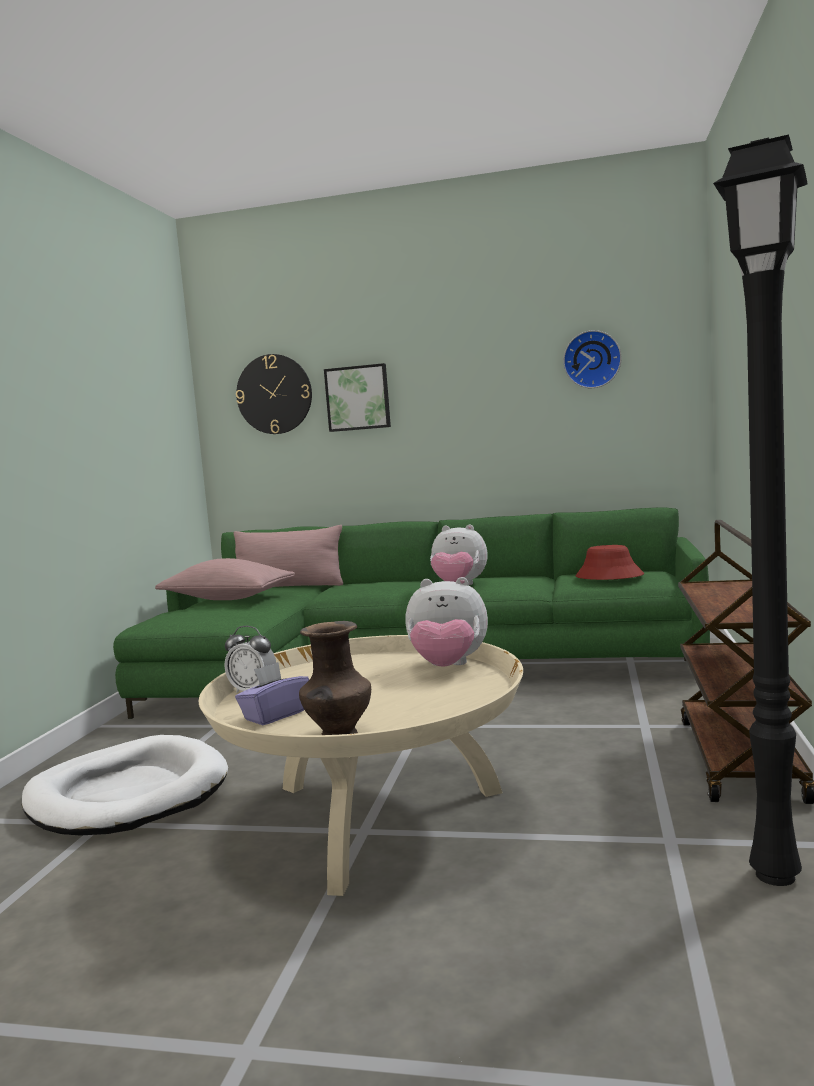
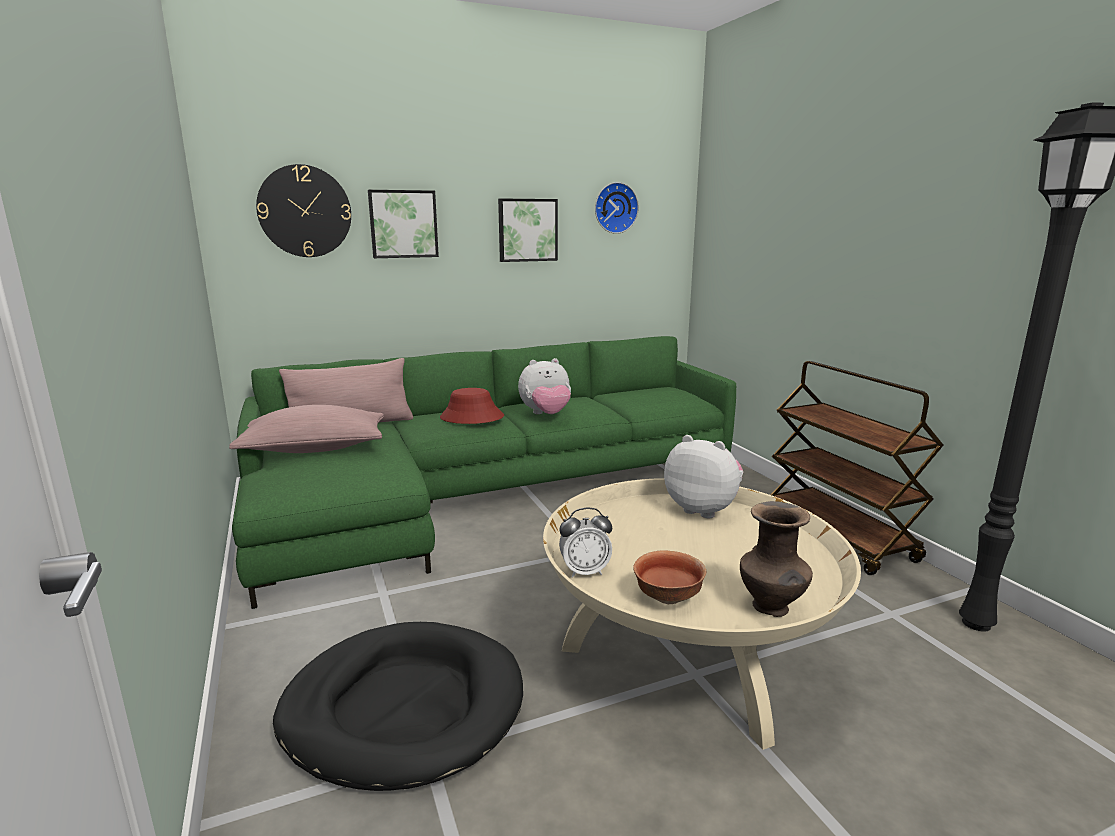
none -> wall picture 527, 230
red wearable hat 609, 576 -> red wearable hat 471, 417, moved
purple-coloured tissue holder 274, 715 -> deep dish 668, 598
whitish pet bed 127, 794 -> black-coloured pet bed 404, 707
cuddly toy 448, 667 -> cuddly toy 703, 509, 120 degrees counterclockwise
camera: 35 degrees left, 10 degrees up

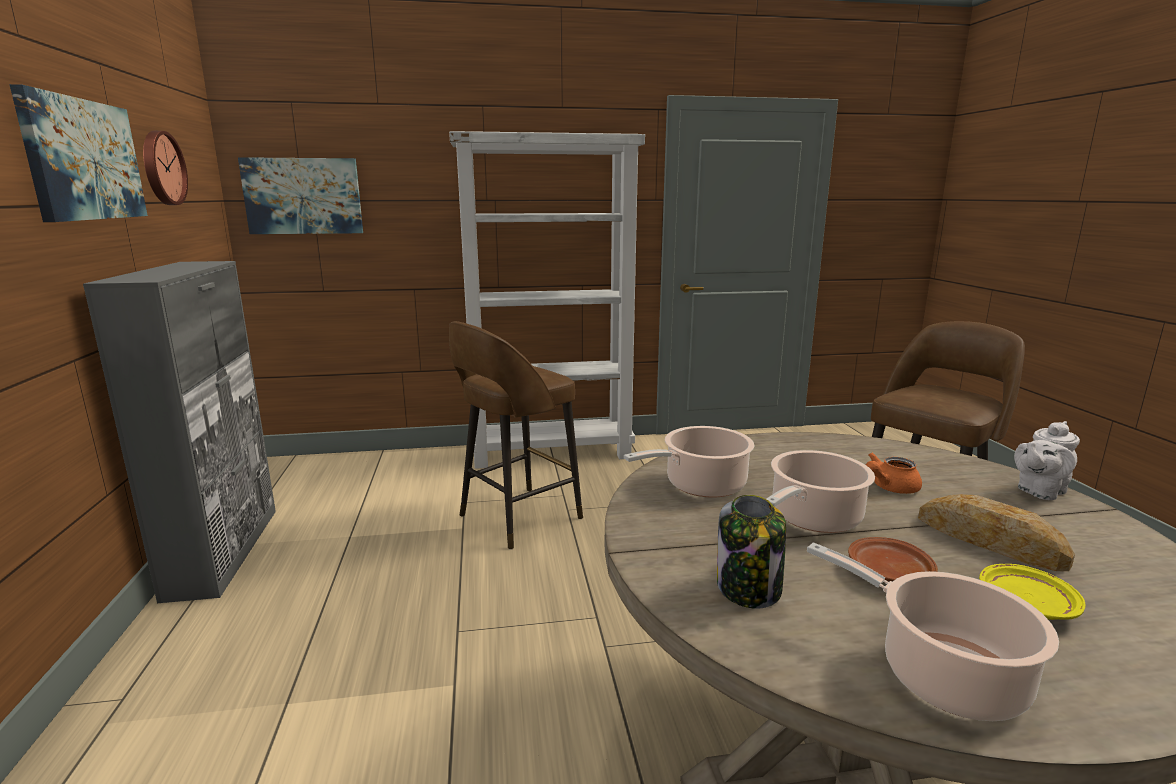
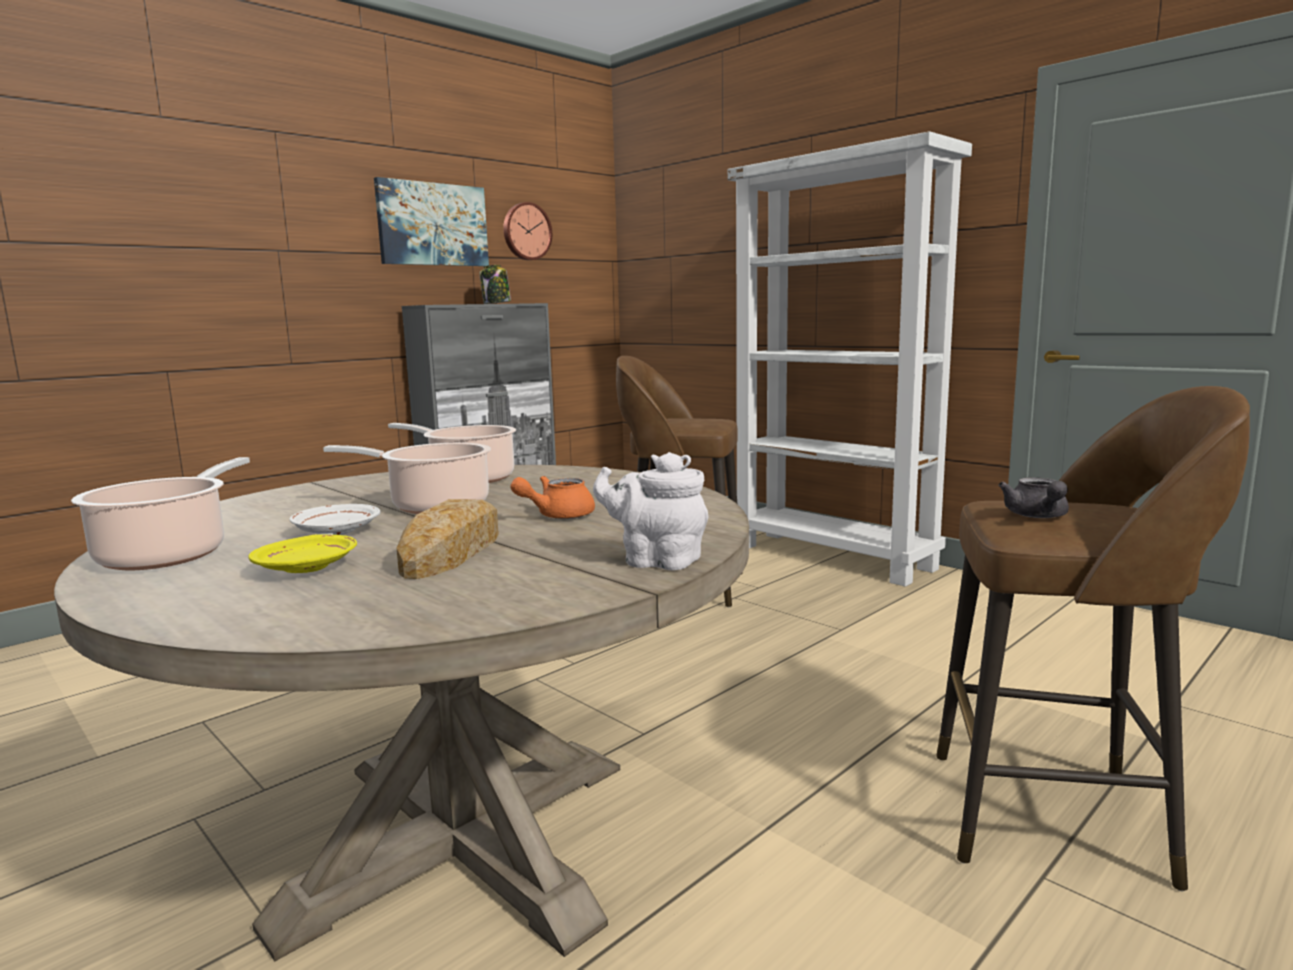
wall picture 303, 196 -> none
none -> greyish teapot 1037, 516
storage jar 749, 588 -> storage jar 496, 303, moved
brown dinner plate 889, 574 -> whitish dinner plate 335, 531
orange teapot 889, 487 -> orange teapot 557, 515, 60 degrees counterclockwise
camera: 55 degrees right, 5 degrees down

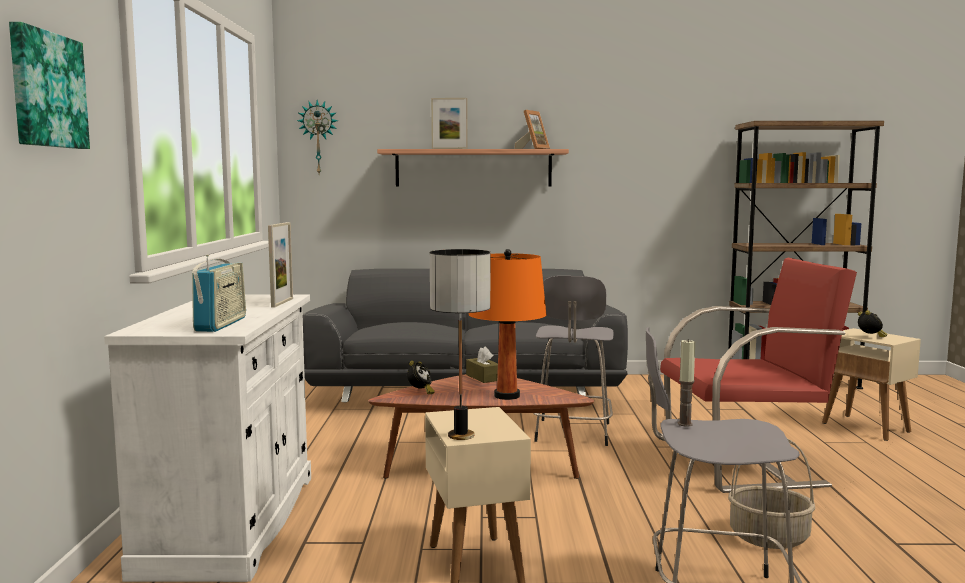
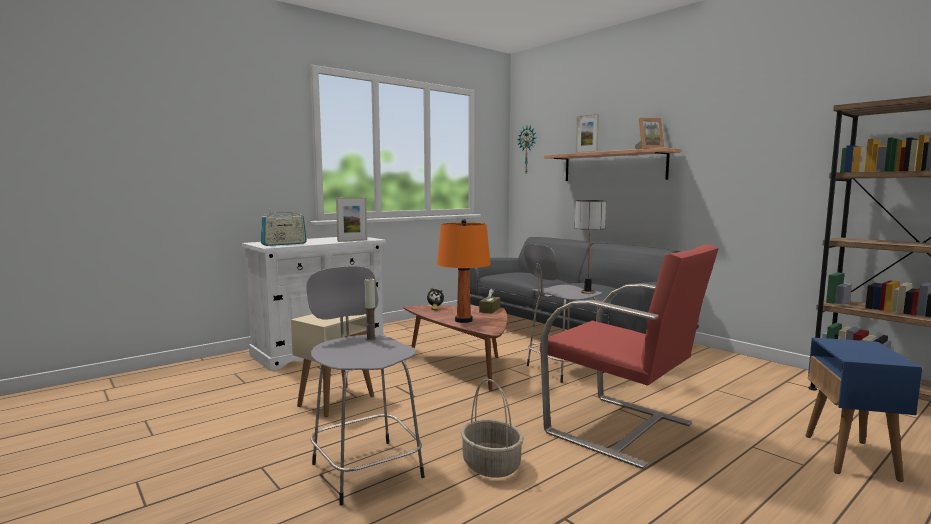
wall picture 46, 90 -> none
table clock 870, 337 -> none
table lamp 460, 435 -> table lamp 587, 292, moved
beige end table 866, 427 -> blue-coloured end table 850, 457
camera: 50 degrees right, 0 degrees up

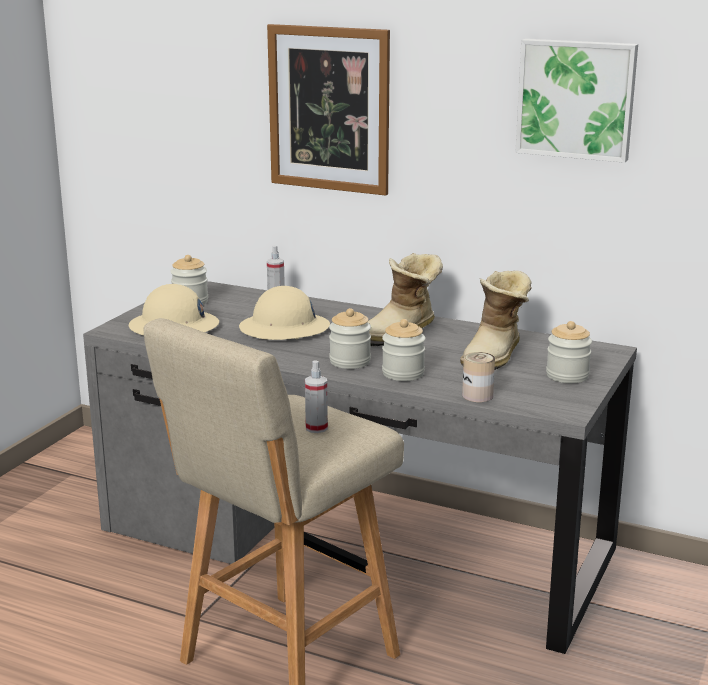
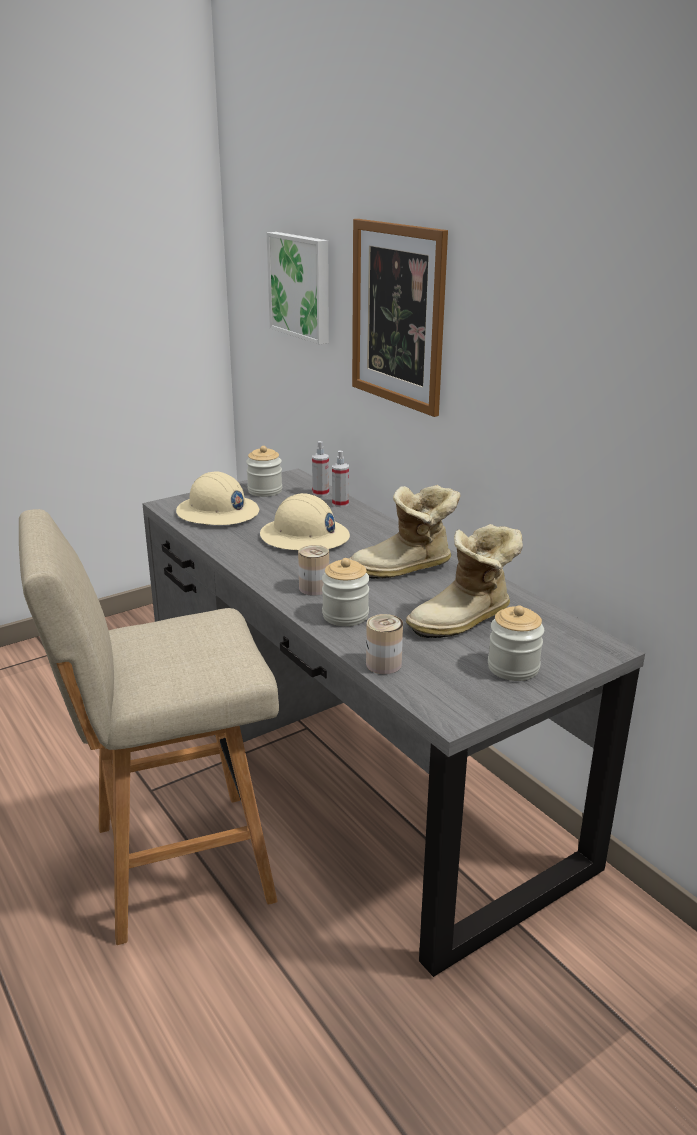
hand sprayer 316, 428 -> hand sprayer 320, 493, moved
wall picture 576, 99 -> wall picture 302, 286, moved
storage jar 350, 361 -> metal can 314, 588
camera: 30 degrees right, 5 degrees up

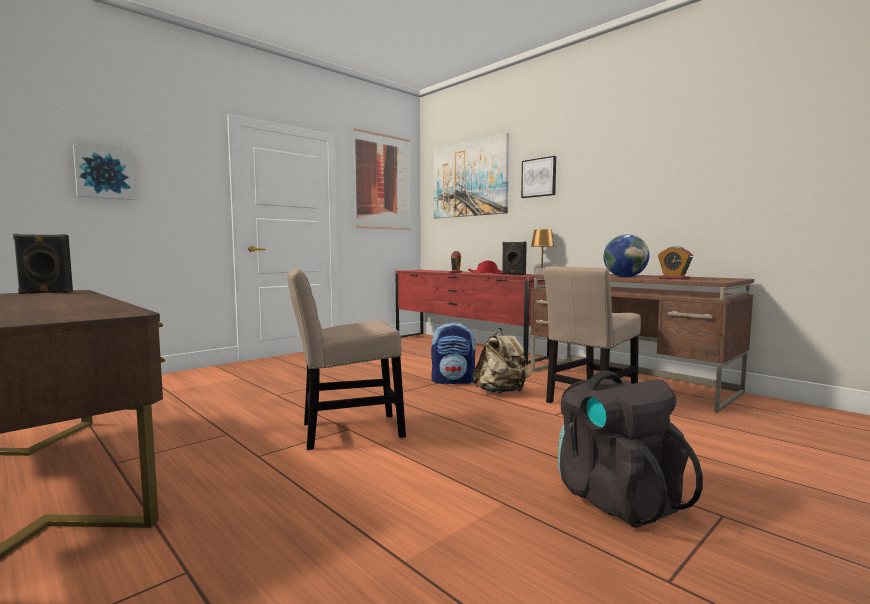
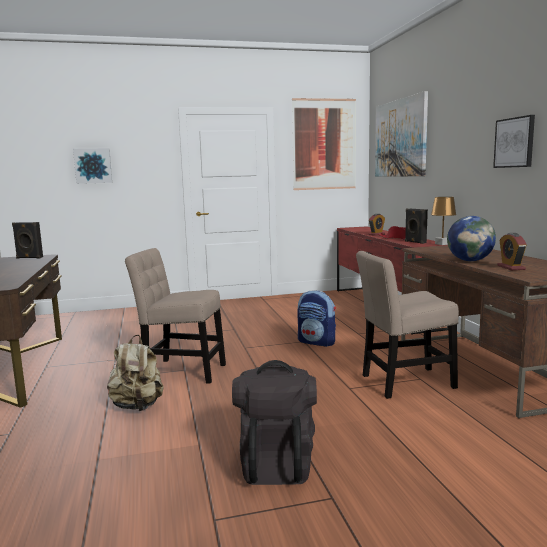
beige backpack 501, 392 -> beige backpack 138, 406, moved
wall picture 539, 177 -> wall picture 514, 142, moved
camera: 30 degrees right, 5 degrees up

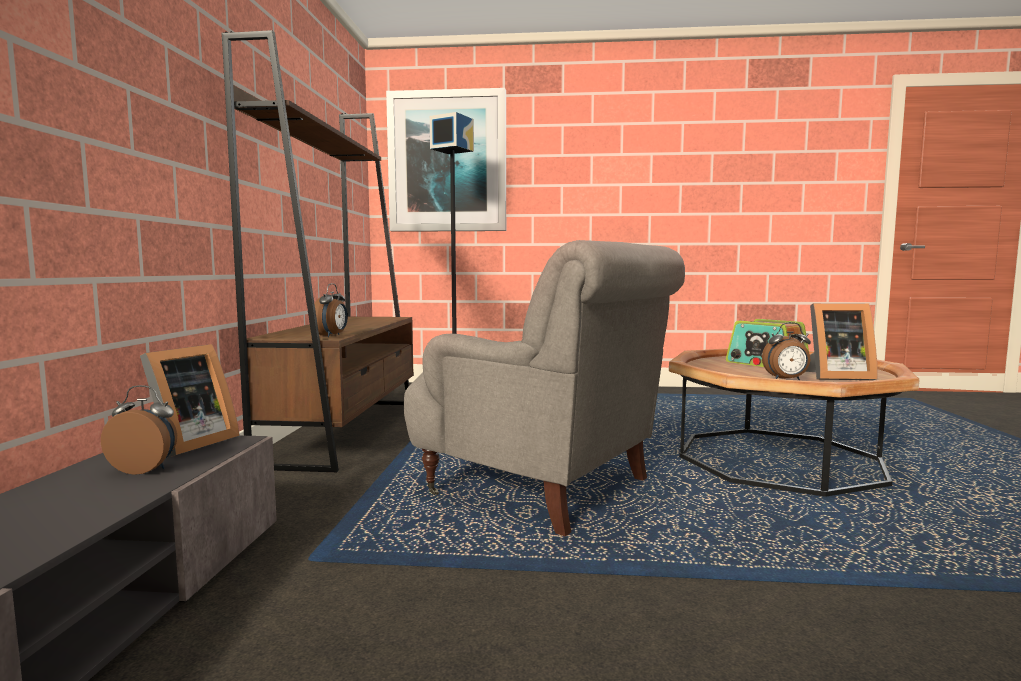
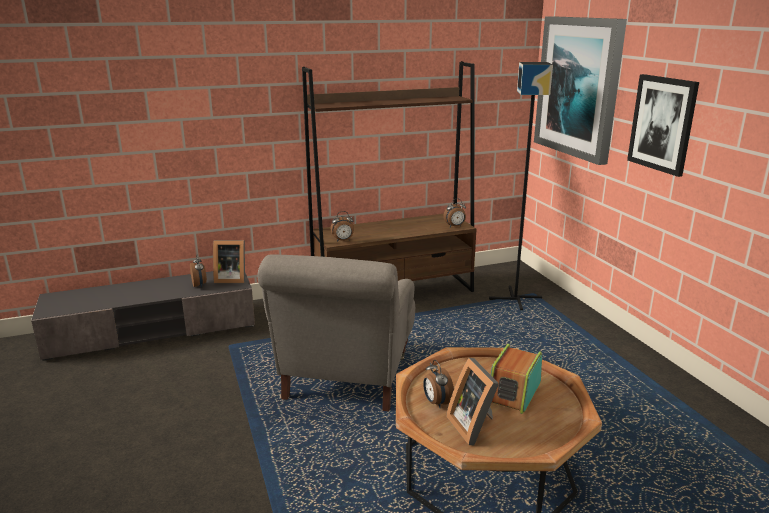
none -> table clock 455, 226
none -> wall picture 662, 124
camera: 65 degrees right, 15 degrees up

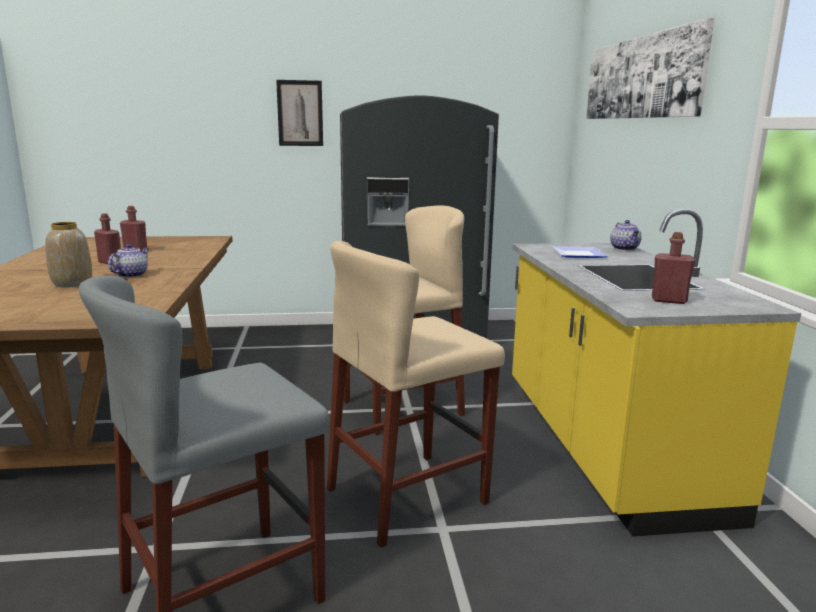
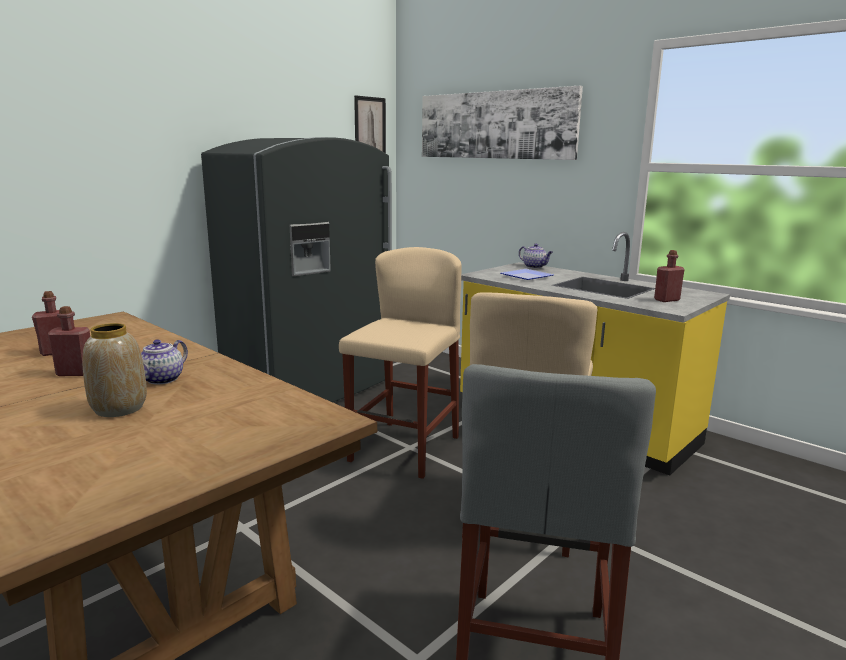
wall picture 300, 113 -> wall picture 370, 127, moved
teapot 131, 275 -> teapot 161, 380, 135 degrees counterclockwise
camera: 40 degrees left, 0 degrees up

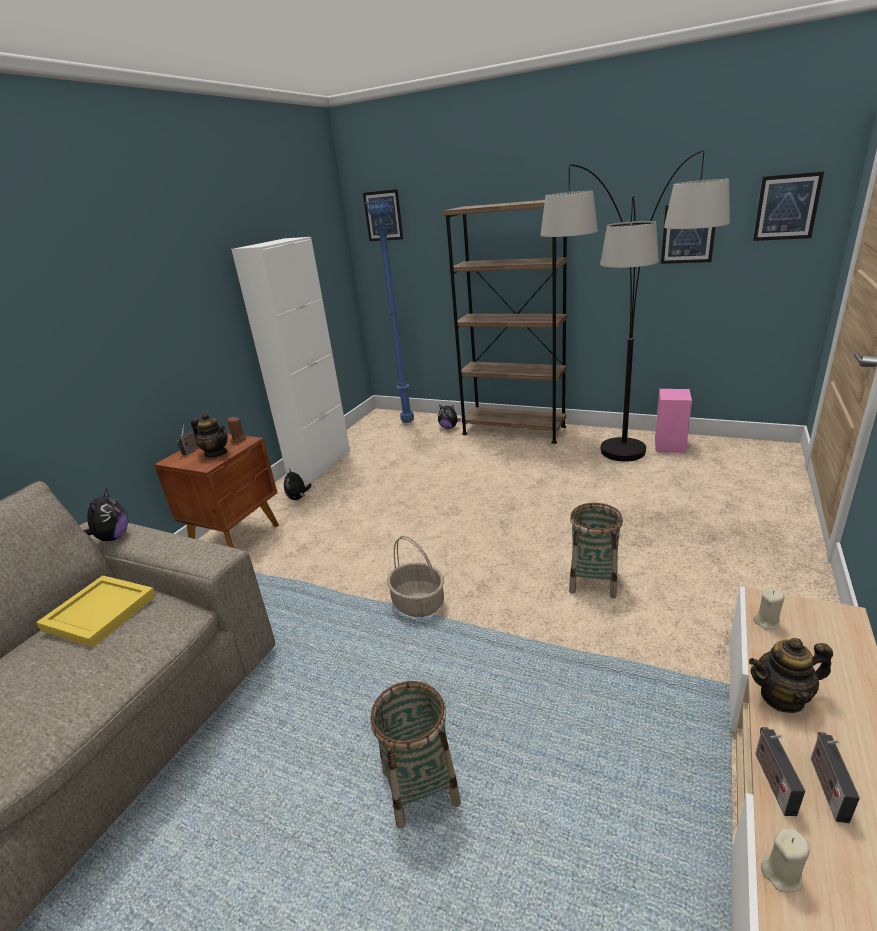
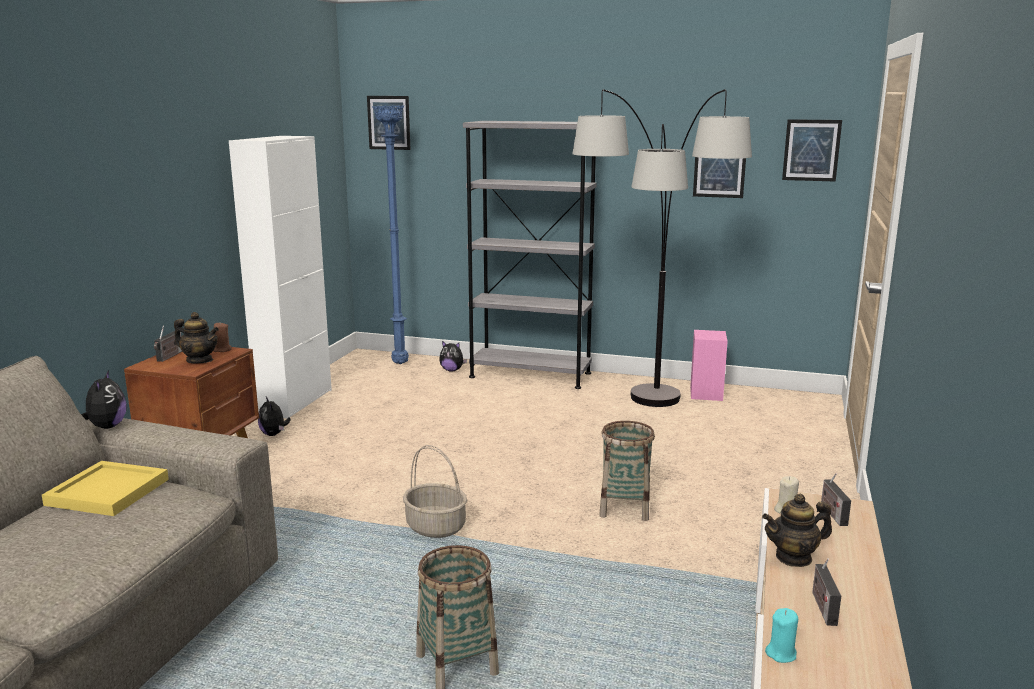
radio 772, 780 -> radio 832, 513, moved
brown bookshelf 513, 430 -> greyish bookshelf 530, 375
beige wax candle 781, 873 -> blue-green wax candle 781, 654
camera: 10 degrees left, 10 degrees down

